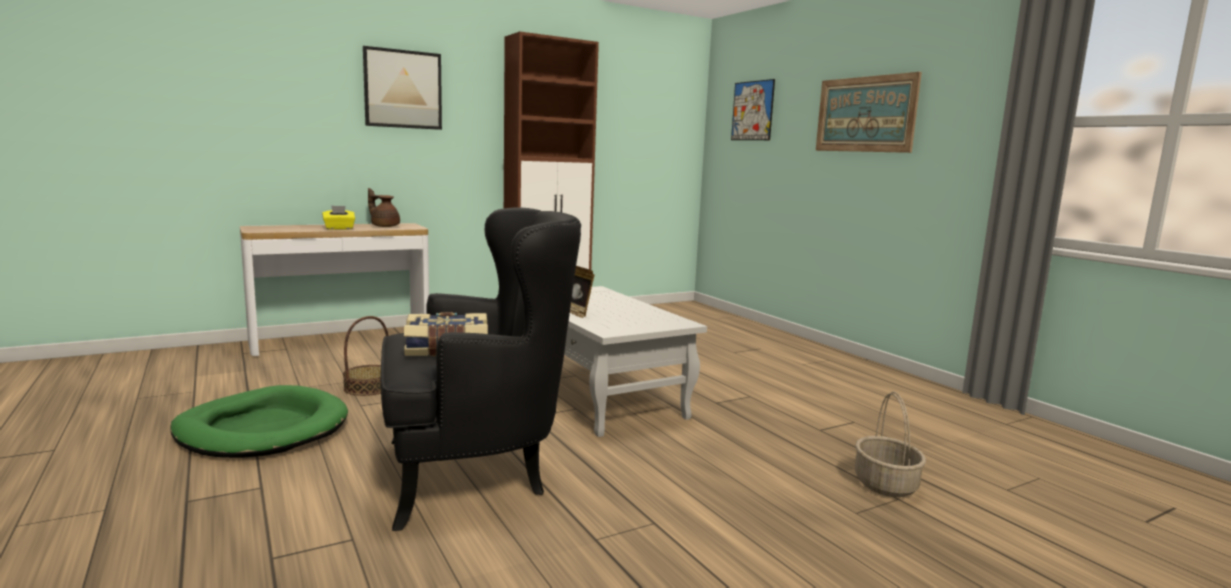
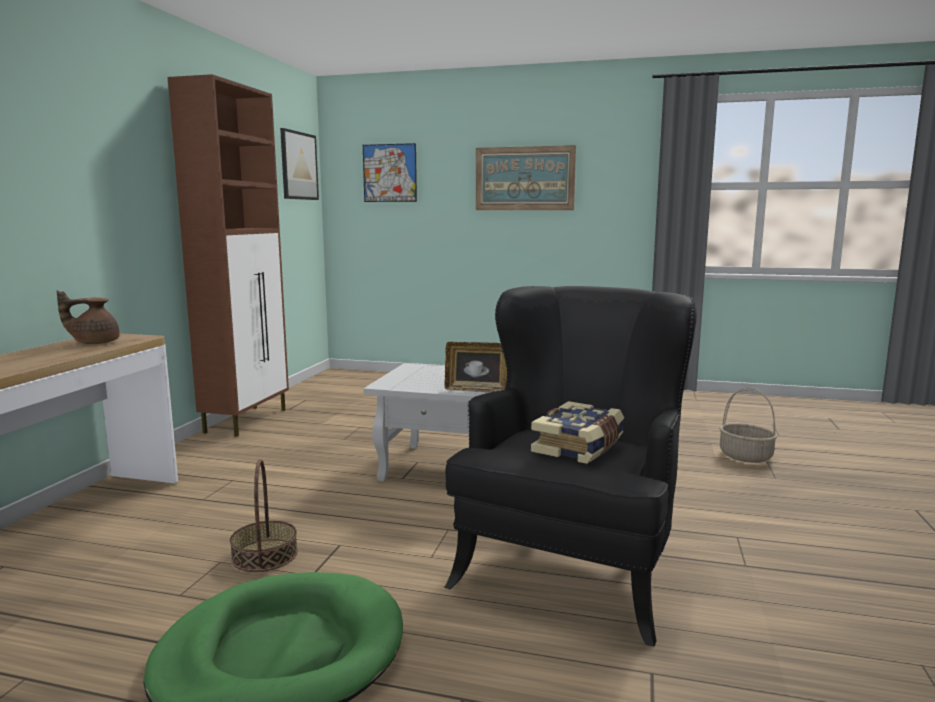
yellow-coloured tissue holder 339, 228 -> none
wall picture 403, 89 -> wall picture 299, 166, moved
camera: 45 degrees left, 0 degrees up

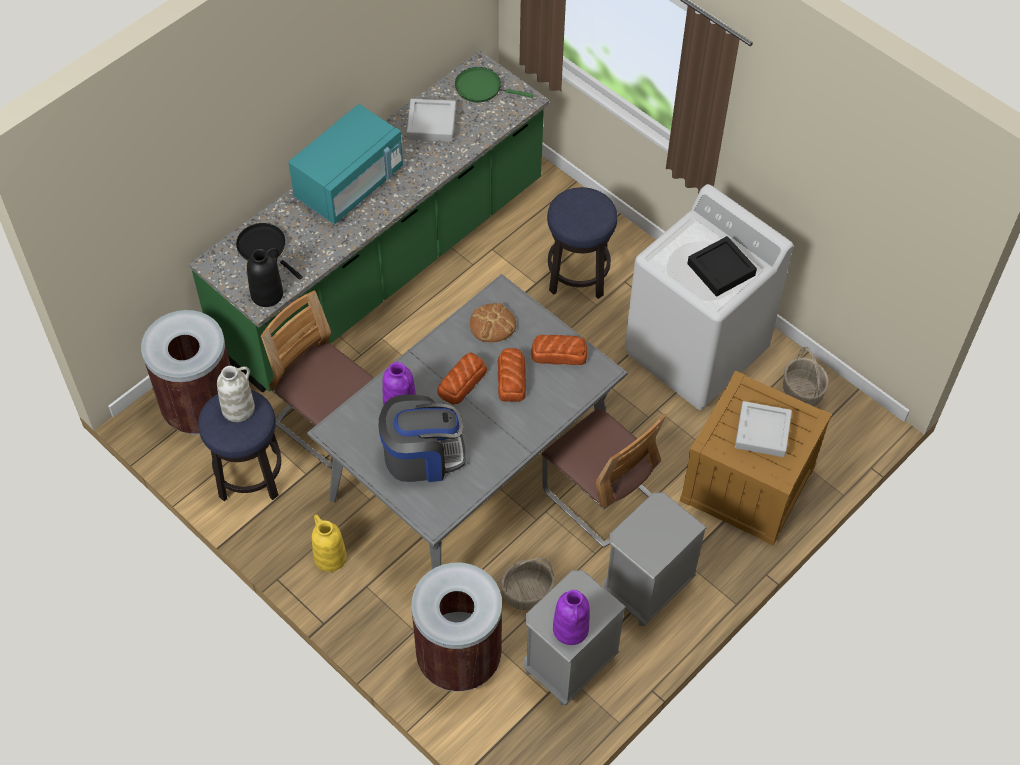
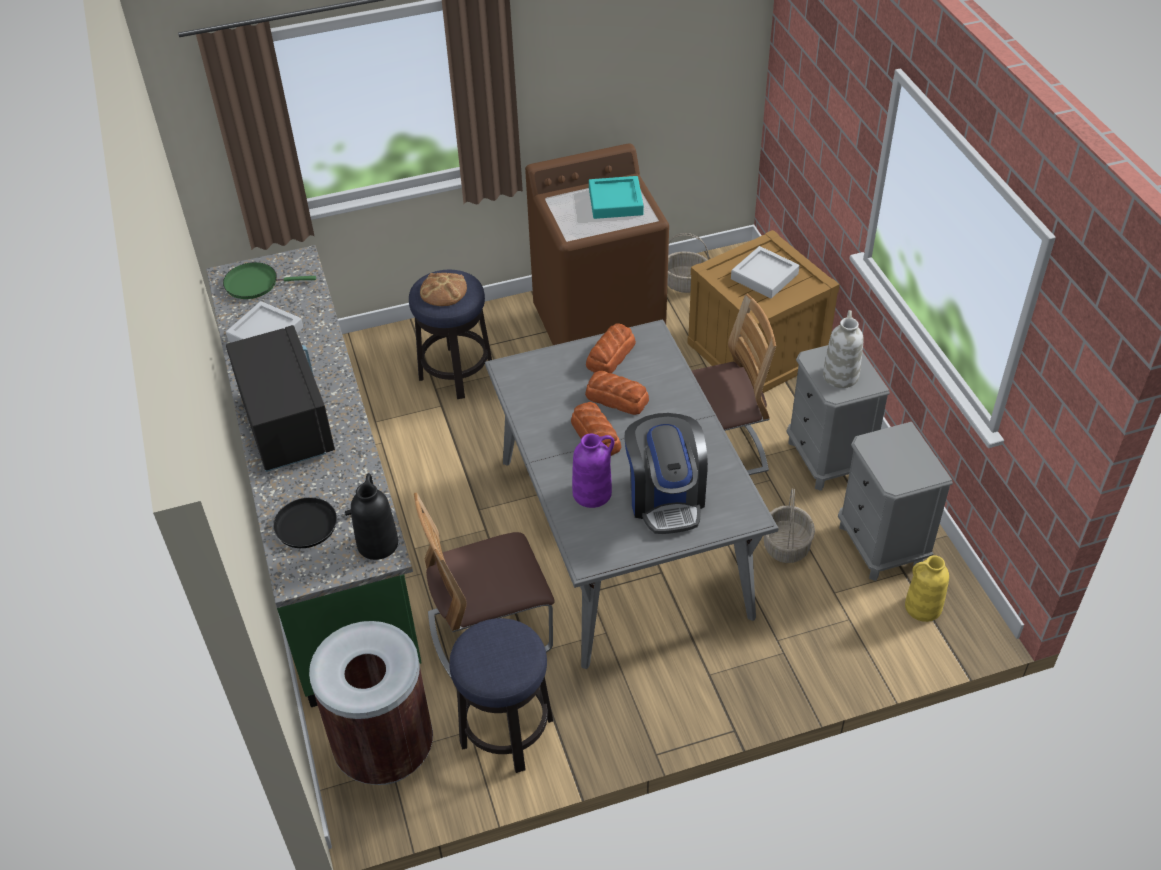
brown waste bin 459, 657 -> none
purple-coloured vase 571, 629 -> none
whitish vase 238, 408 -> whitish vase 840, 375, moved
yellow-coloured vase 329, 557 -> yellow-coloured vase 922, 607, moved
bread 492, 324 -> bread 443, 291, moved
blue-green kitchen microwave 350, 184 -> black-coloured kitchen microwave 287, 423
whitish washing machine 696, 352 -> brown washing machine 599, 330
black-coloured carrying tray 721, 269 -> blue-green carrying tray 615, 202
coffee brewer 422, 455 -> coffee brewer 666, 497, 150 degrees clockwise
green pan 481, 88 -> green pan 255, 283, 45 degrees clockwise
camera: 60 degrees left, 10 degrees down

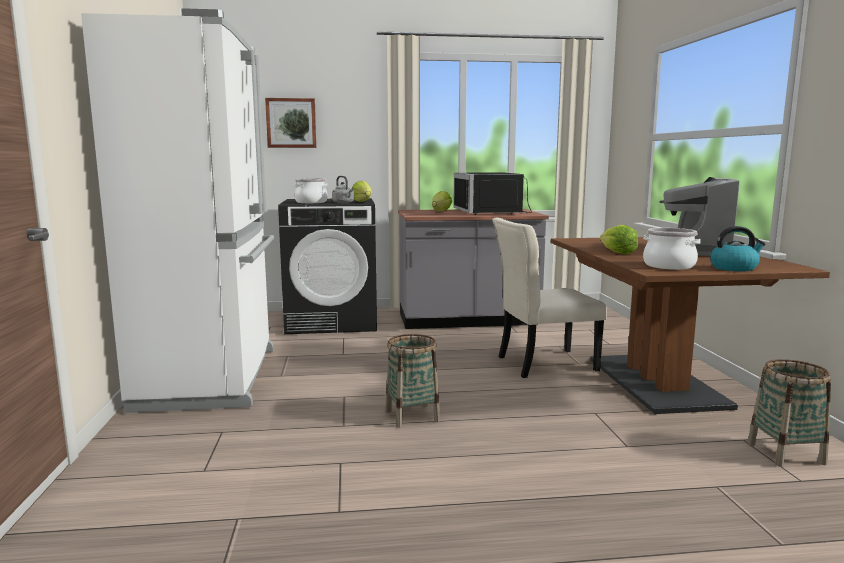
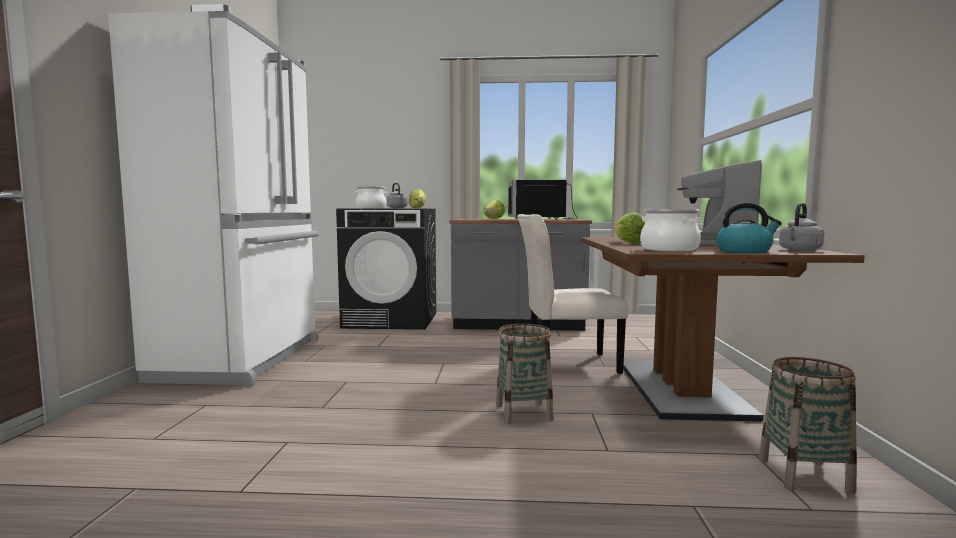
wall picture 291, 123 -> none
none -> greyish water kettle 799, 250
basket 411, 416 -> basket 523, 412, moved
camera: 10 degrees right, 5 degrees down

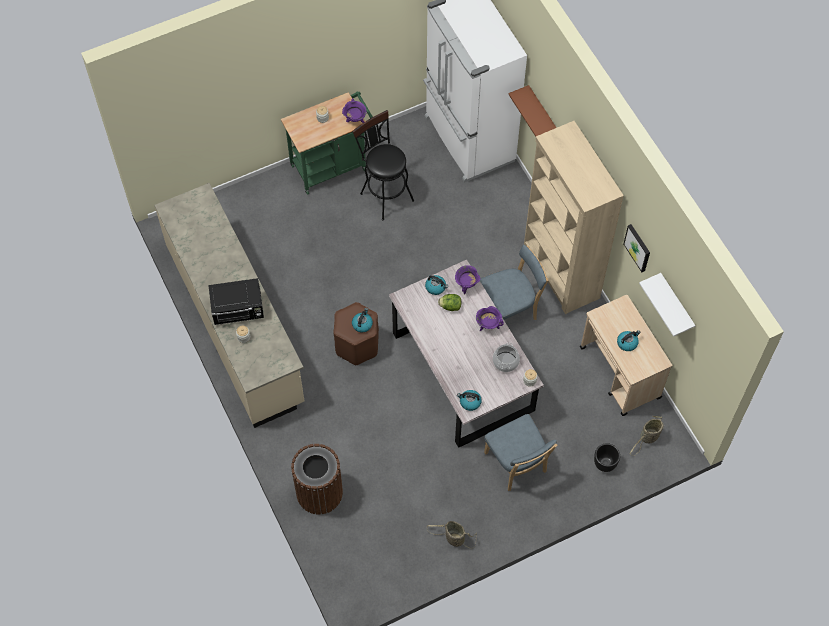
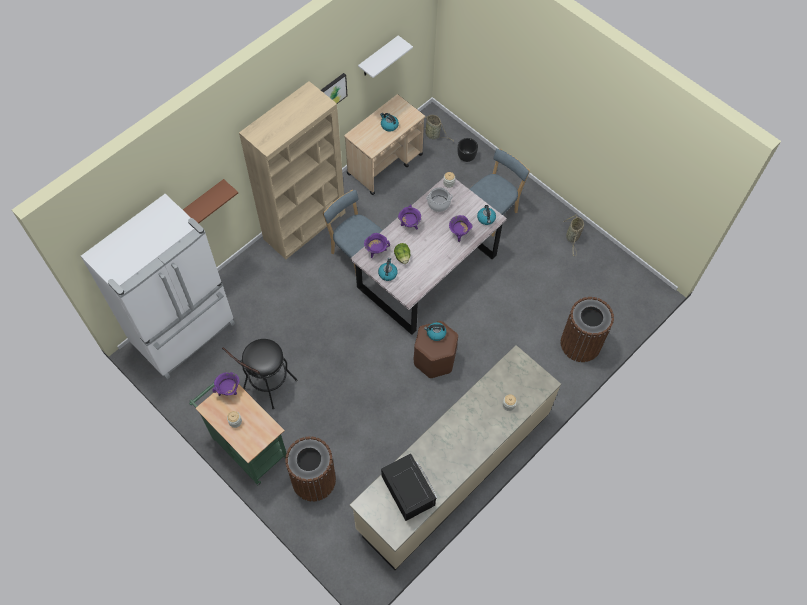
none -> brown waste bin 313, 480
none -> purple-coloured cooking pot 459, 233
black-coloured kitchen microwave 238, 310 -> black-coloured kitchen microwave 408, 491, moved
camera: 110 degrees left, 0 degrees up

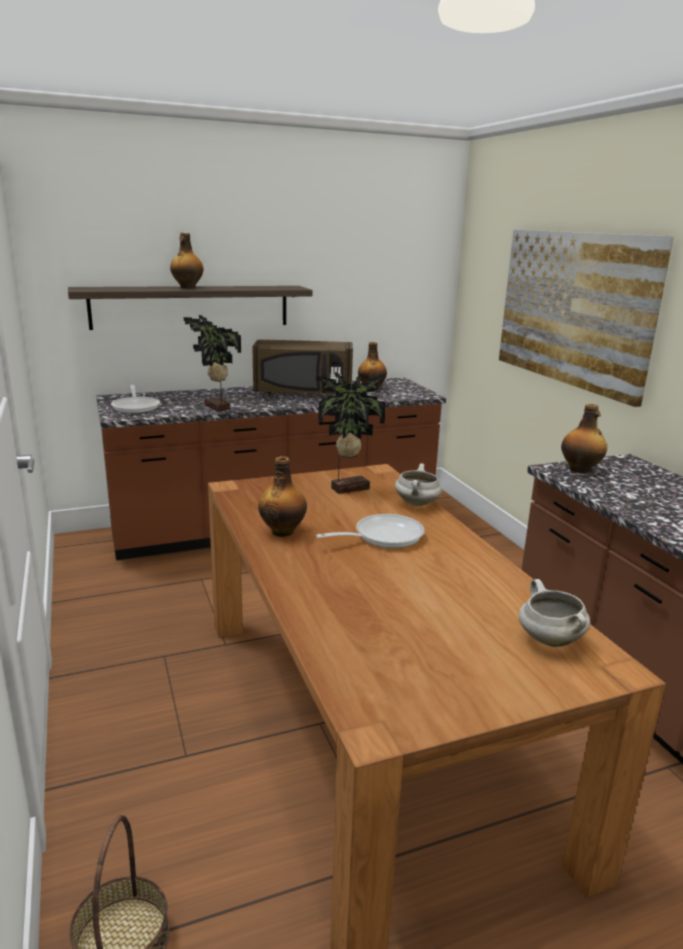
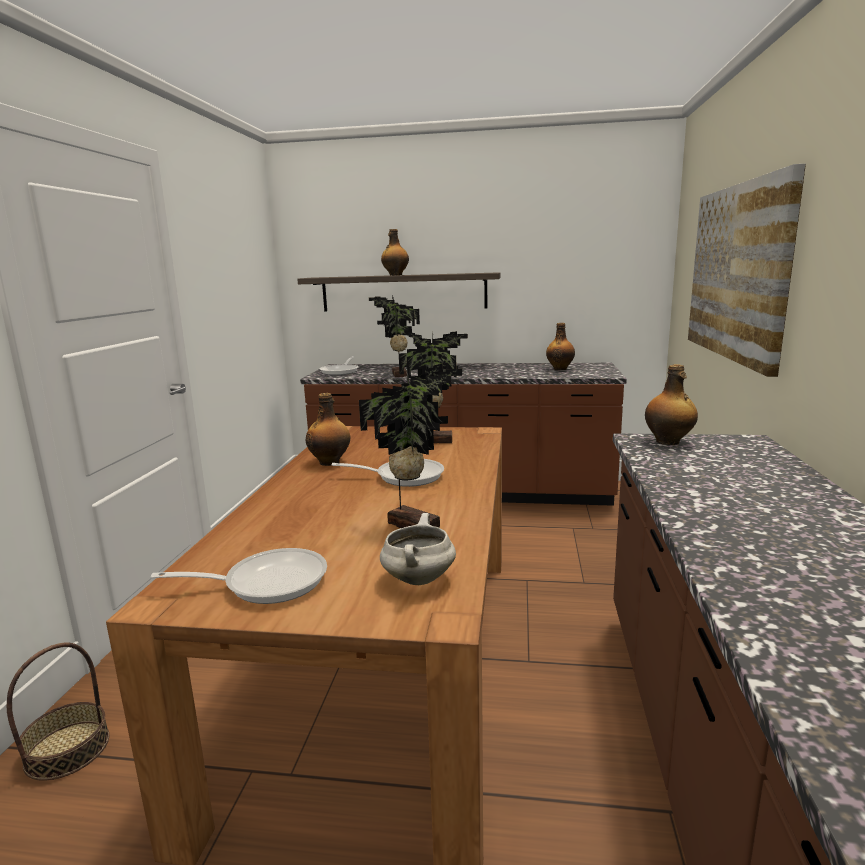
brown kitchen microwave 303, 392 -> none
whitish cooking pot 417, 504 -> none
none -> pan 267, 582
none -> potted plant 415, 524
camera: 30 degrees right, 5 degrees down

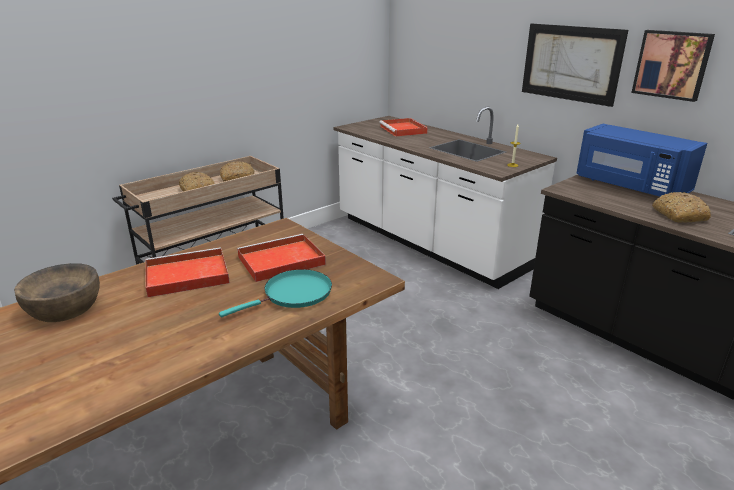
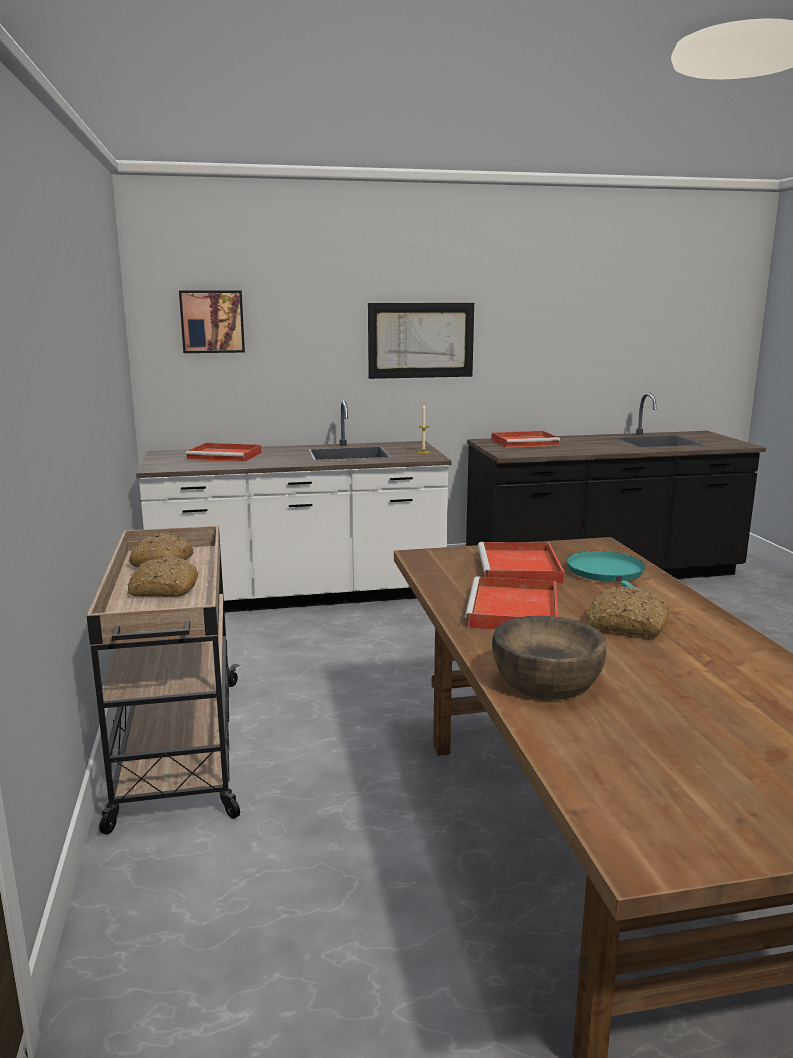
wall picture 672, 64 -> wall picture 212, 321, moved
bread 678, 215 -> bread 626, 625, moved
blue-coloured kitchen microwave 630, 186 -> red carrying tray 525, 442
camera: 60 degrees left, 10 degrees down

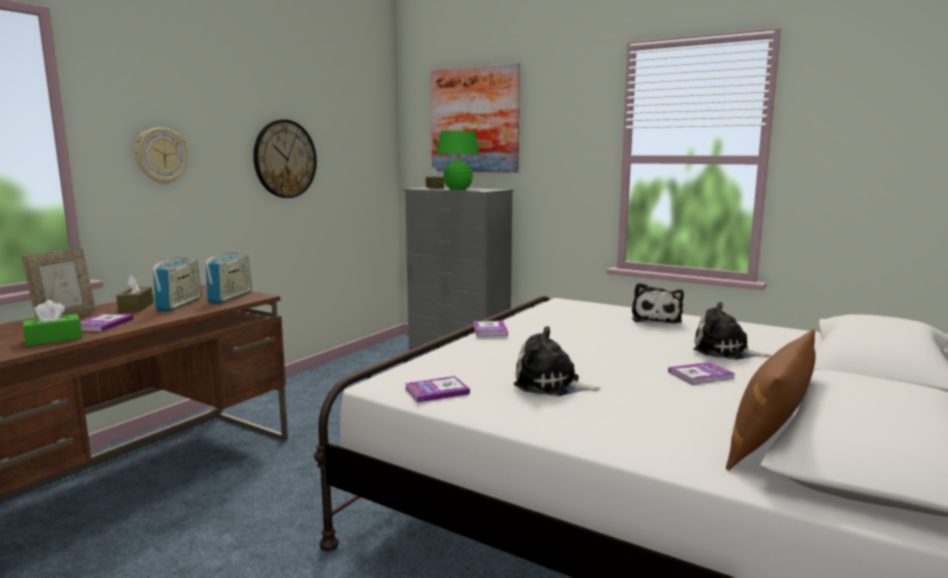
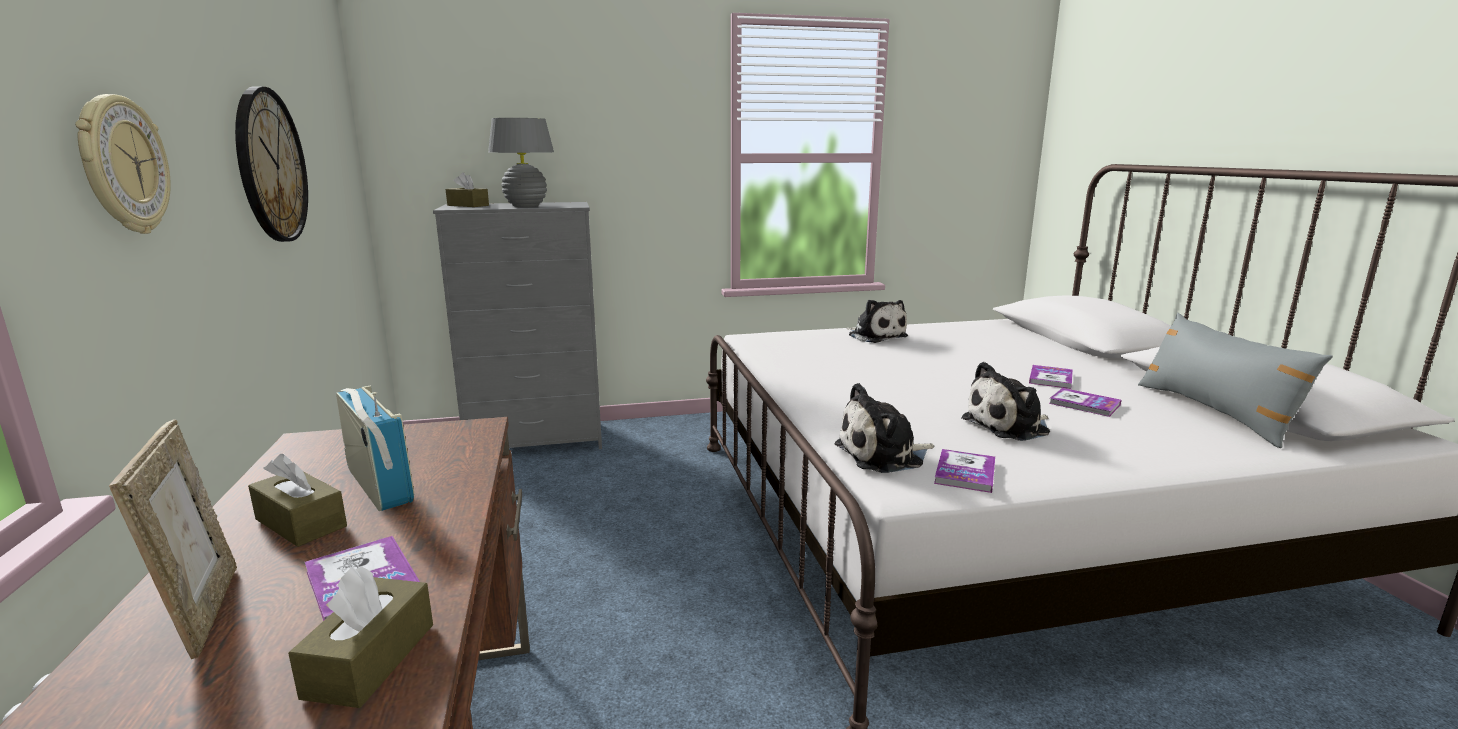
radio 230, 297 -> none
wall picture 474, 120 -> none
bound book 490, 330 -> bound book 1084, 404, moved
cuddly toy 725, 351 -> cuddly toy 884, 455, moved
green tissue holder 54, 339 -> brown tissue holder 370, 660
green table lamp 458, 189 -> greyish table lamp 525, 206
brown pillow 770, 436 -> greyish pillow 1214, 412
camera: 45 degrees left, 5 degrees up

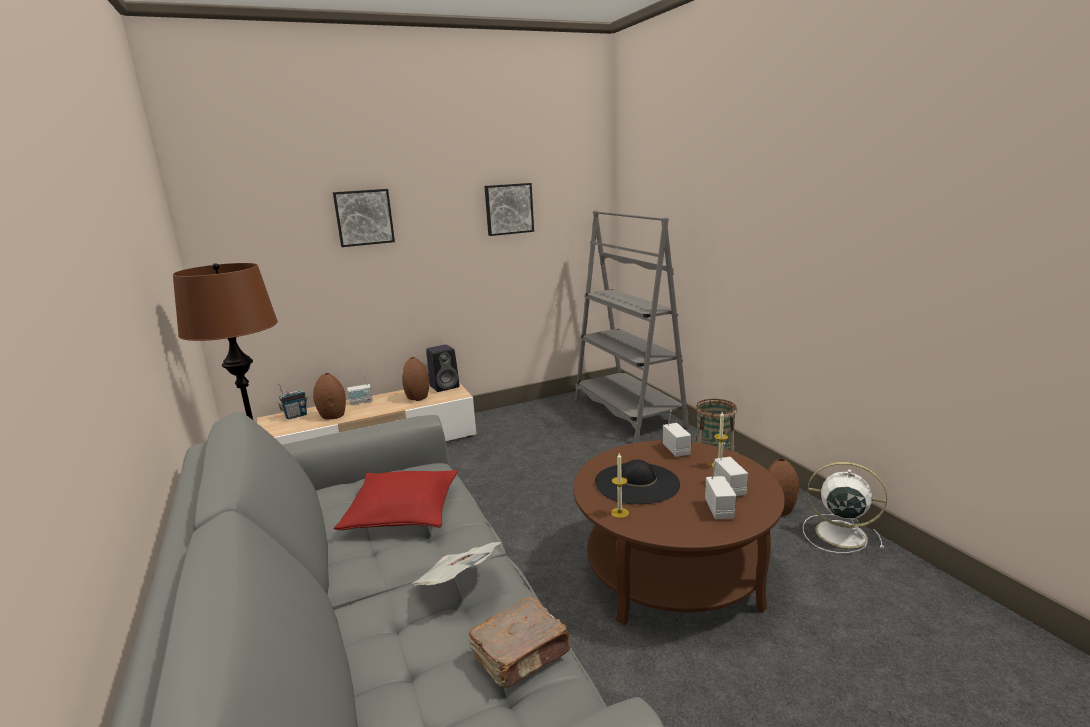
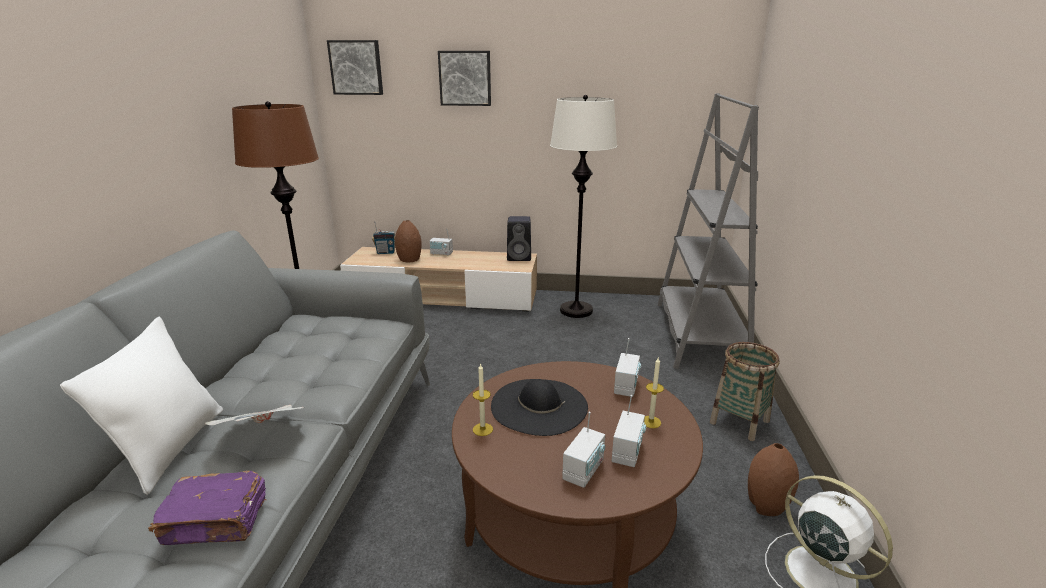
red pillow 402, 512 -> none
brown vase 417, 398 -> none
none -> whitish pillow 171, 448
none -> whitish standing lamp 576, 310
wall picture 508, 209 -> wall picture 356, 67, moved
brown bound book 522, 654 -> purple-coloured bound book 217, 521
camera: 30 degrees right, 5 degrees up

